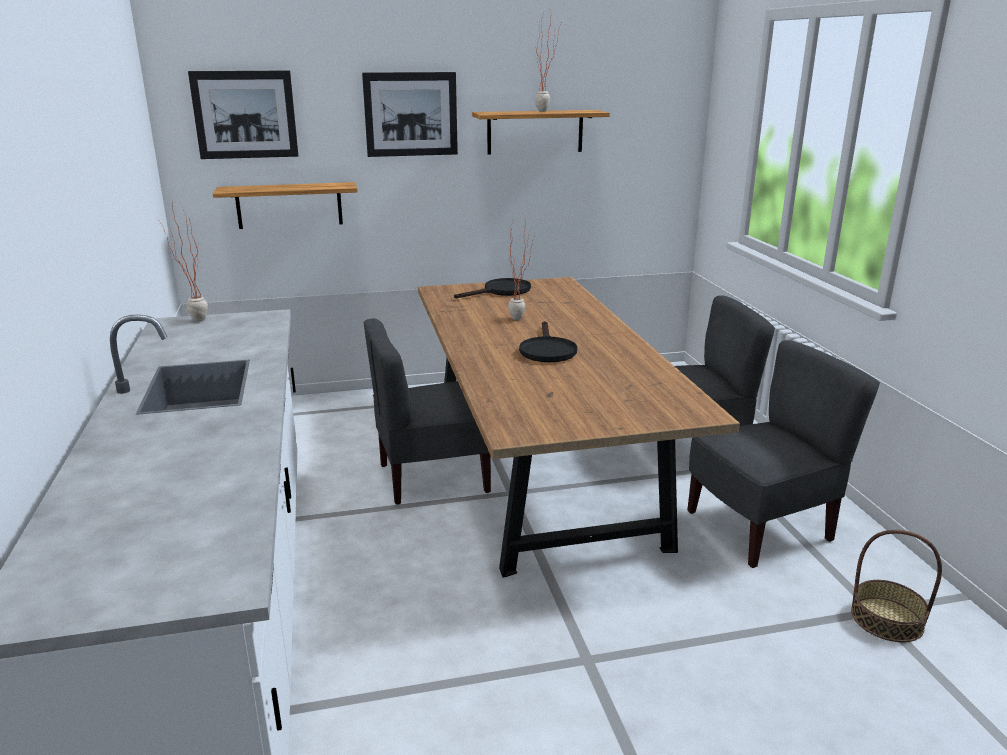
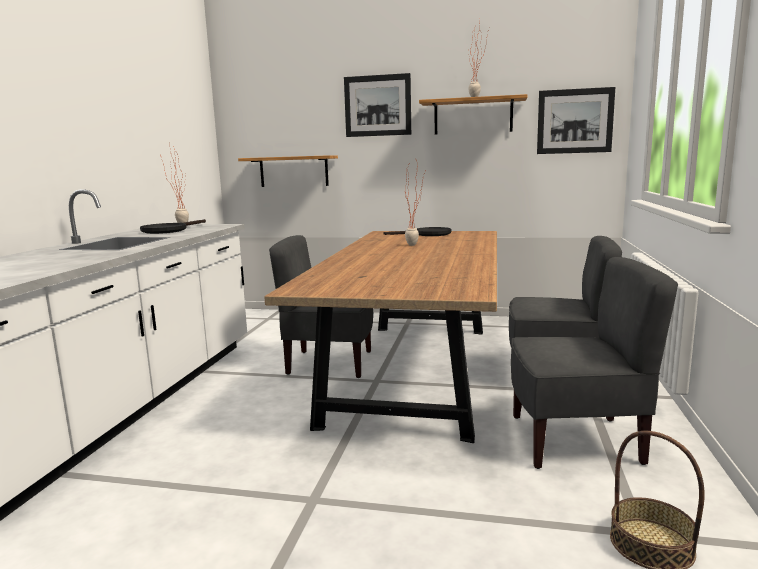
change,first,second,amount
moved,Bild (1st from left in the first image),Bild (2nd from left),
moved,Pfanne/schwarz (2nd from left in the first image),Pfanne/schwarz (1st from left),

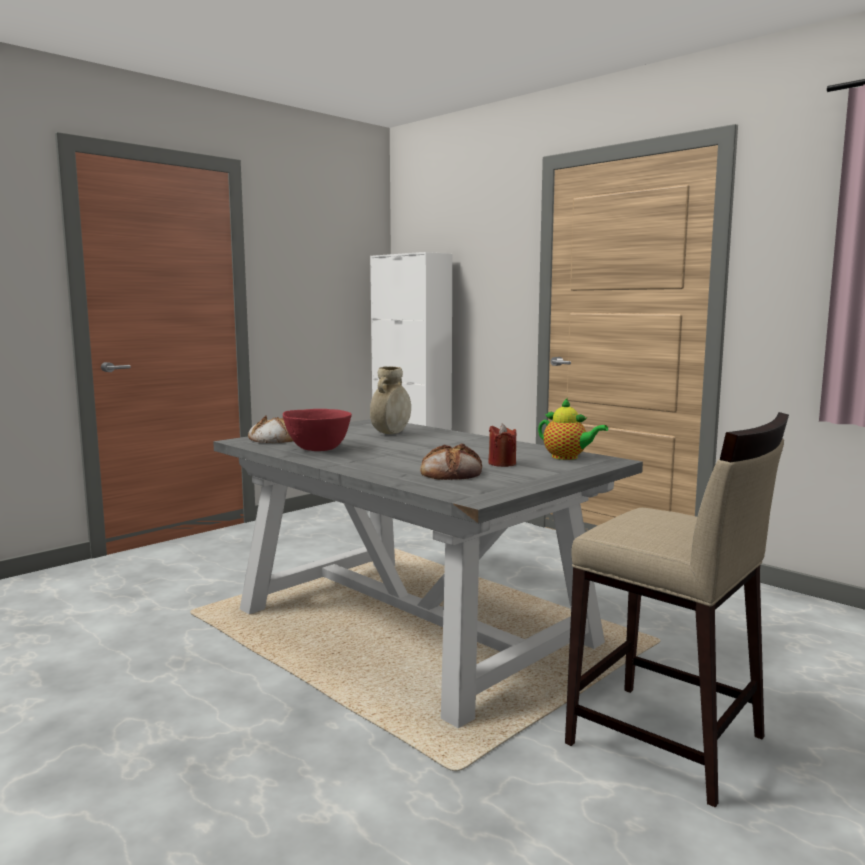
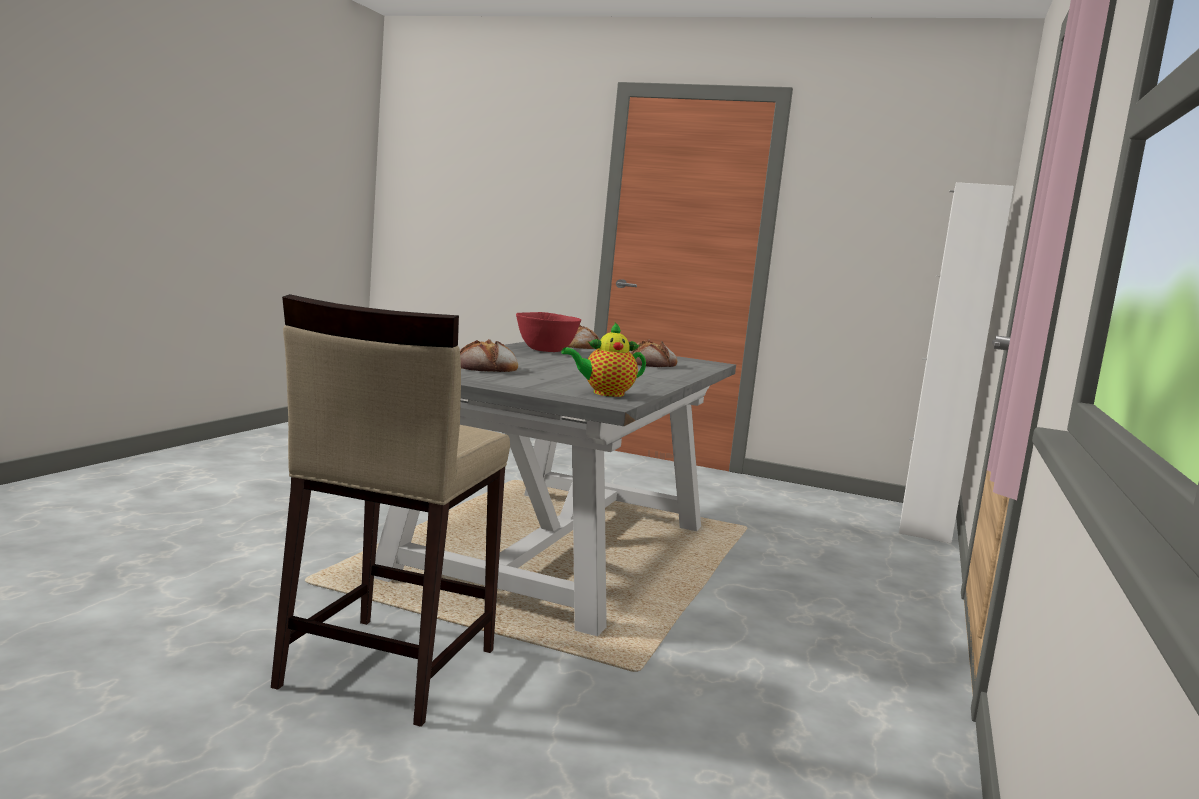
change,first,second,amount
replaced,Vase/beige,Brot (3rd from left),
removed,Kerze/rot,,
turned,Teekanne,,60 degrees clockwise

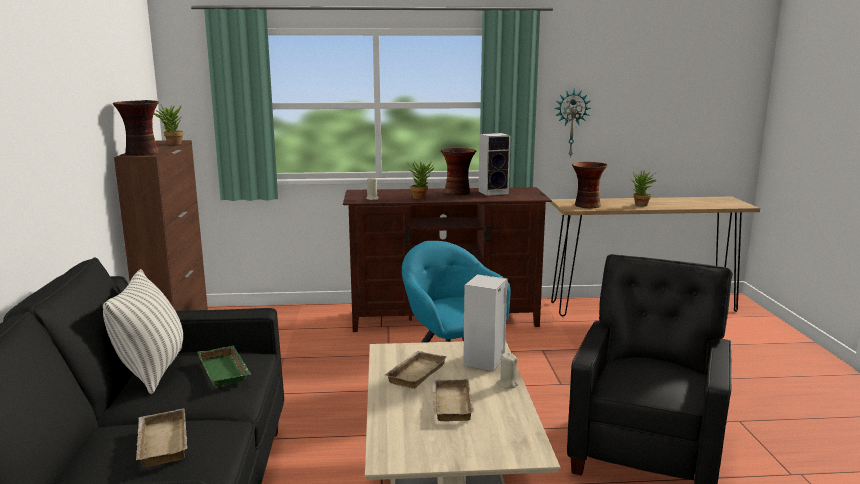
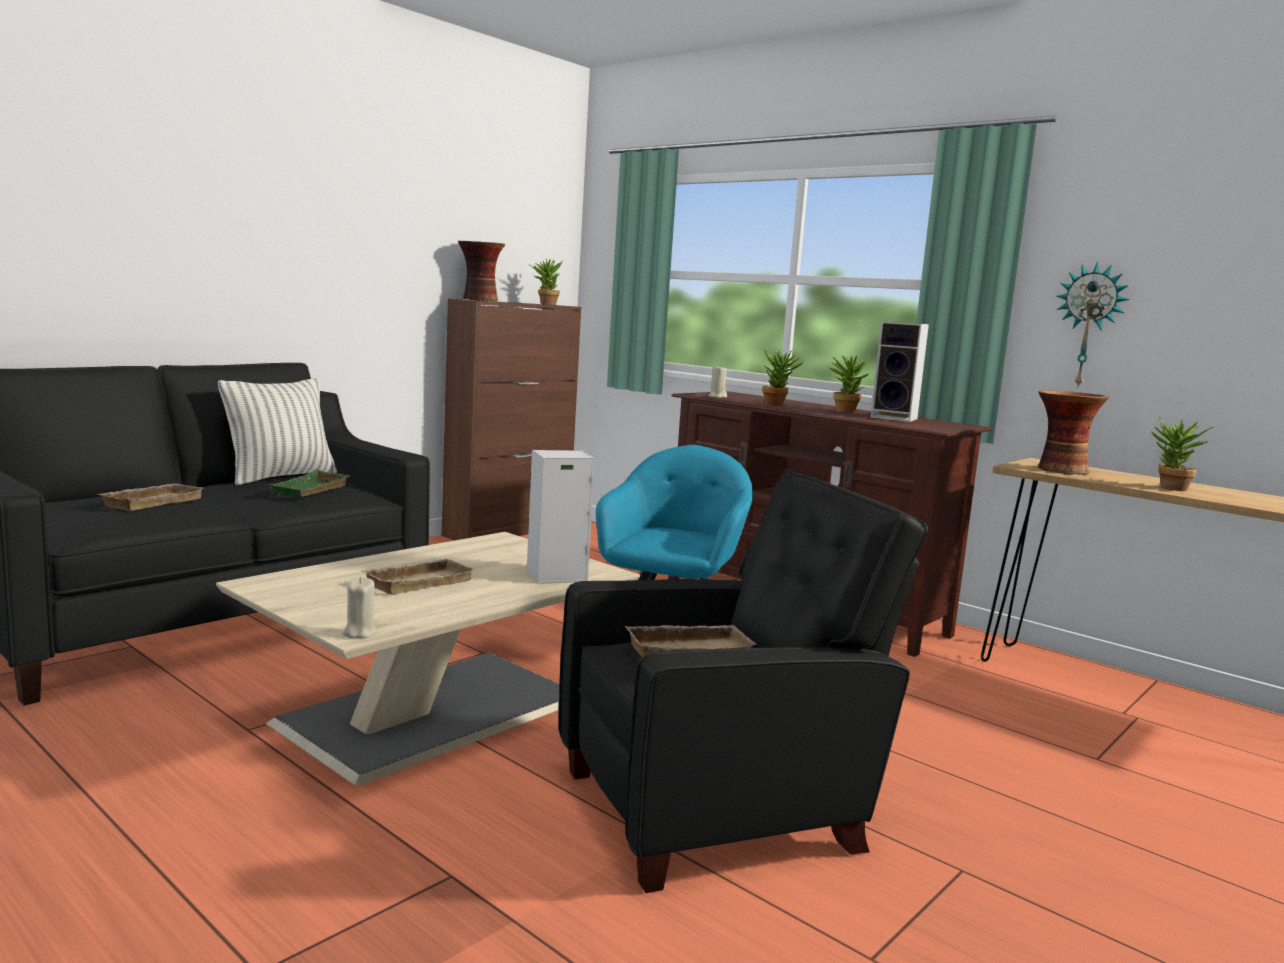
change,first,second,amount
moved,Tablett/beige (2nd from left in the first image),Tablett/beige (3rd from left),
replaced,Vase (2nd from left),Topfpflanze (3rd from left),
moved,Kerze/beige (2nd from left in the first image),Kerze/beige (1st from left),

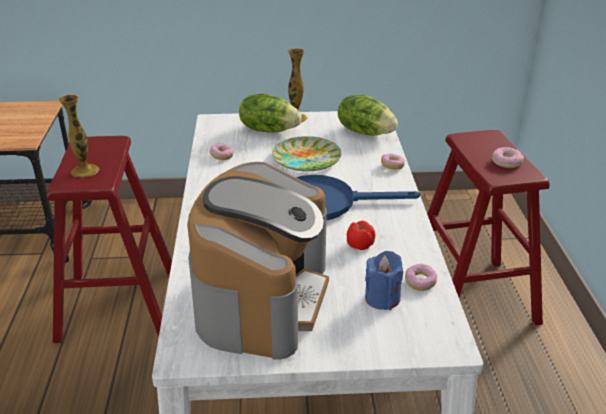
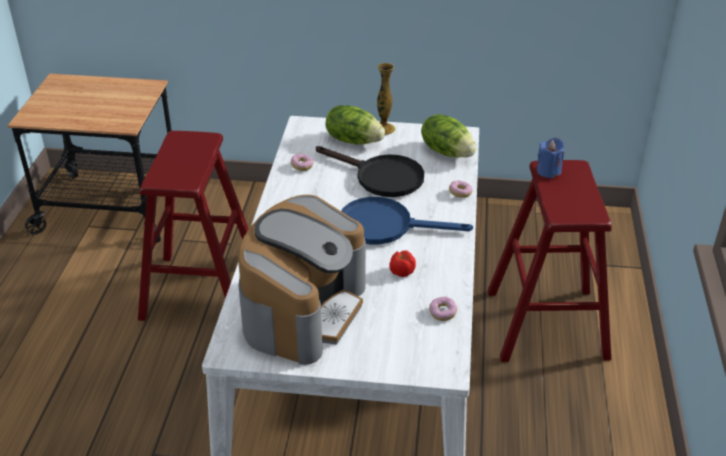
change,first,second,amount
removed,Vase (1st from left),,
replaced,Teller,Pfanne/schwarz,
moved,Kerze/blau,,
removed,Donut (4th from left),,

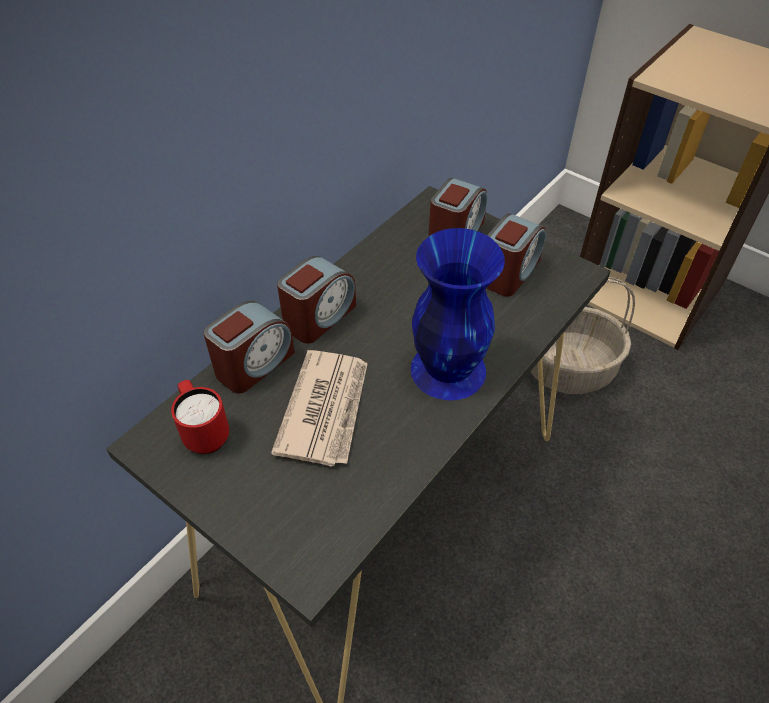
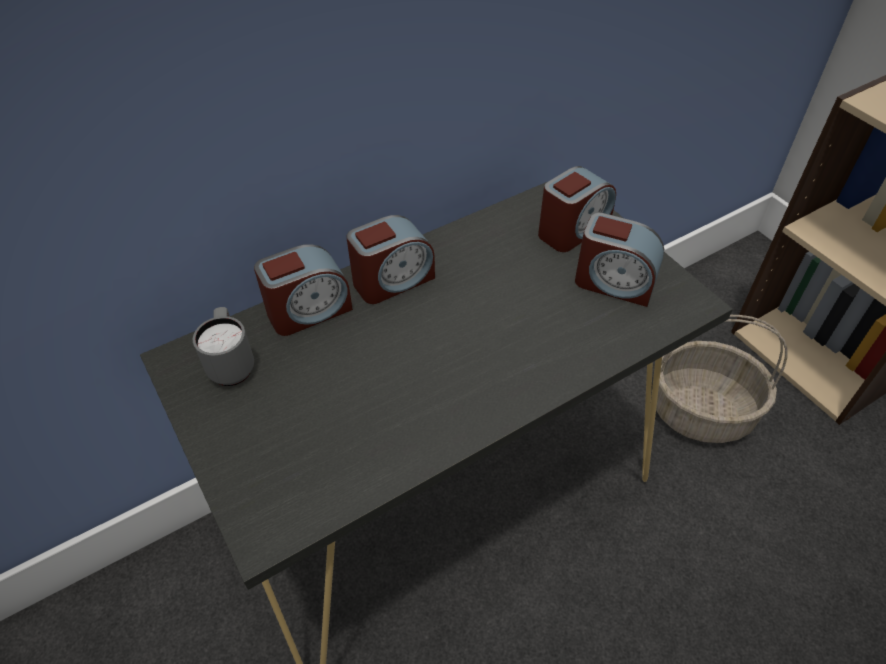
change,first,second,amount
recoloured,Henkelbecher/rot,Henkelbecher/grau,
removed,Zeitung,,
removed,Vase/blau,,
turned,Wecker (4th from left),,60 degrees clockwise

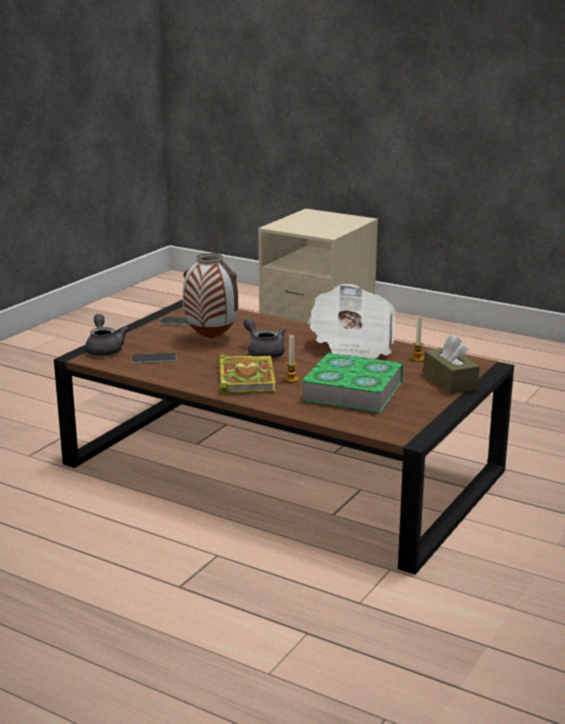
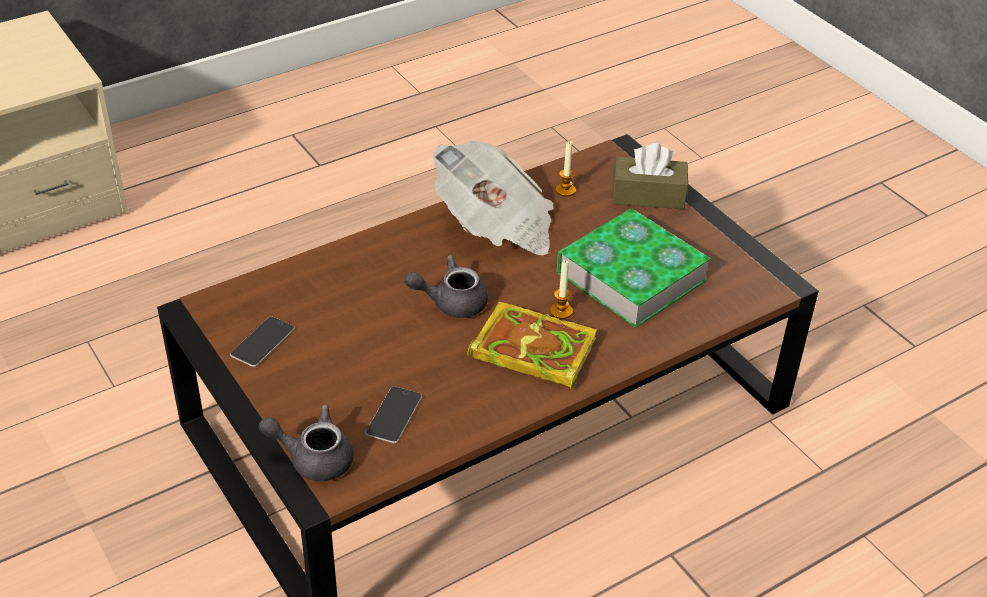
change,first,second,amount
removed,Vase,,

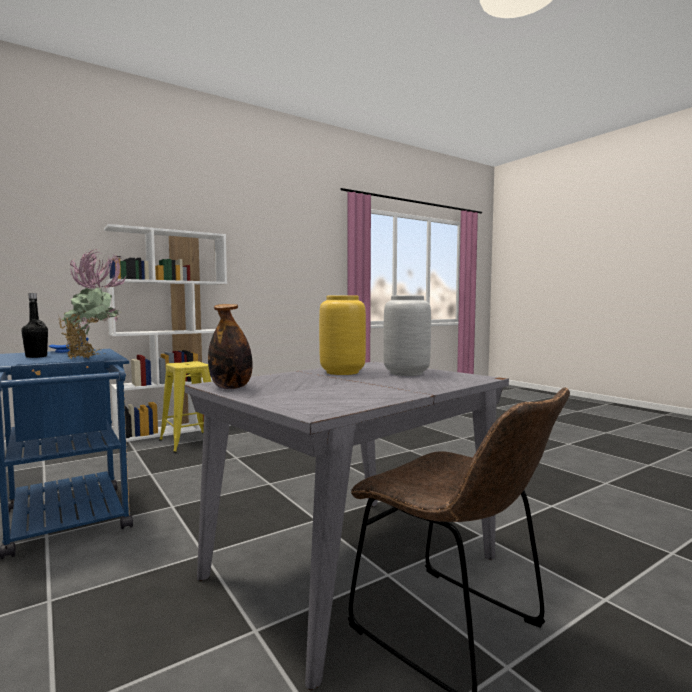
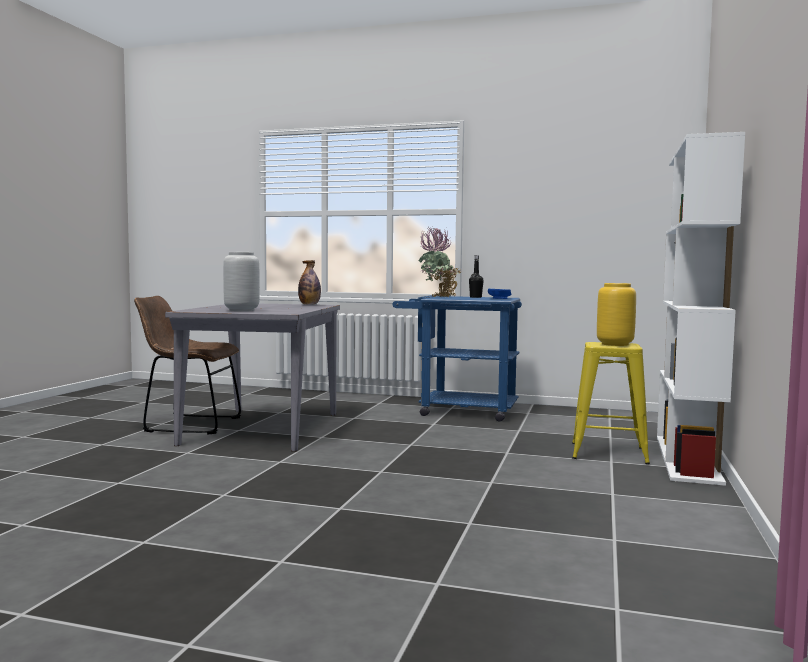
change,first,second,amount
moved,Vase/gelb,,

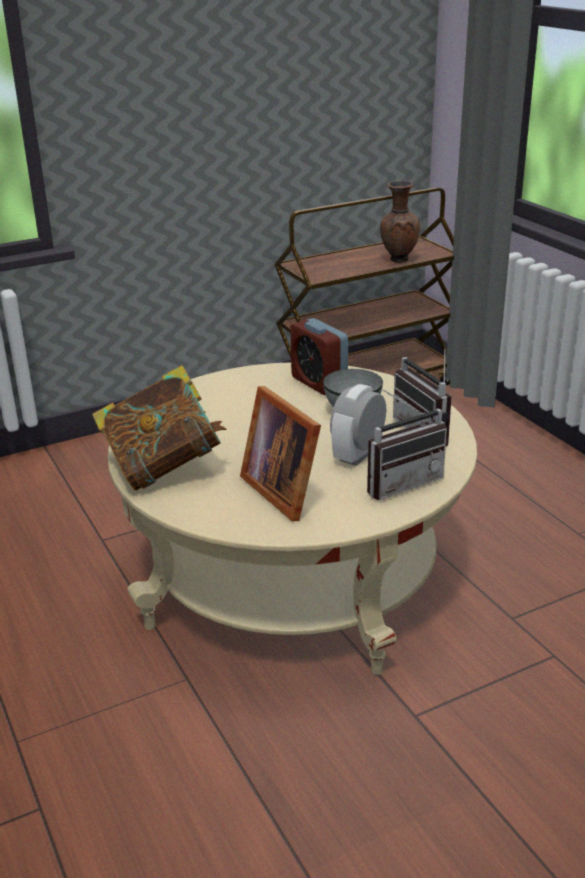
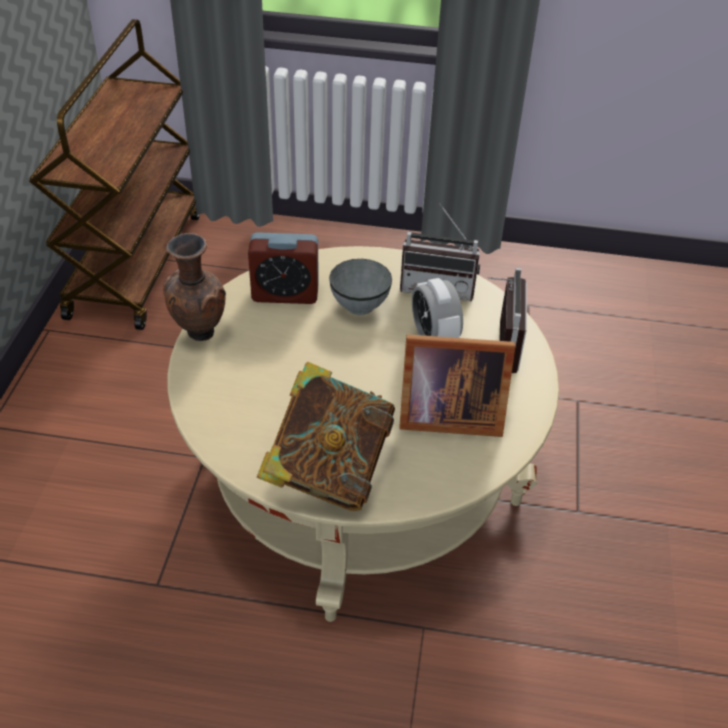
change,first,second,amount
moved,Vase/braun,,

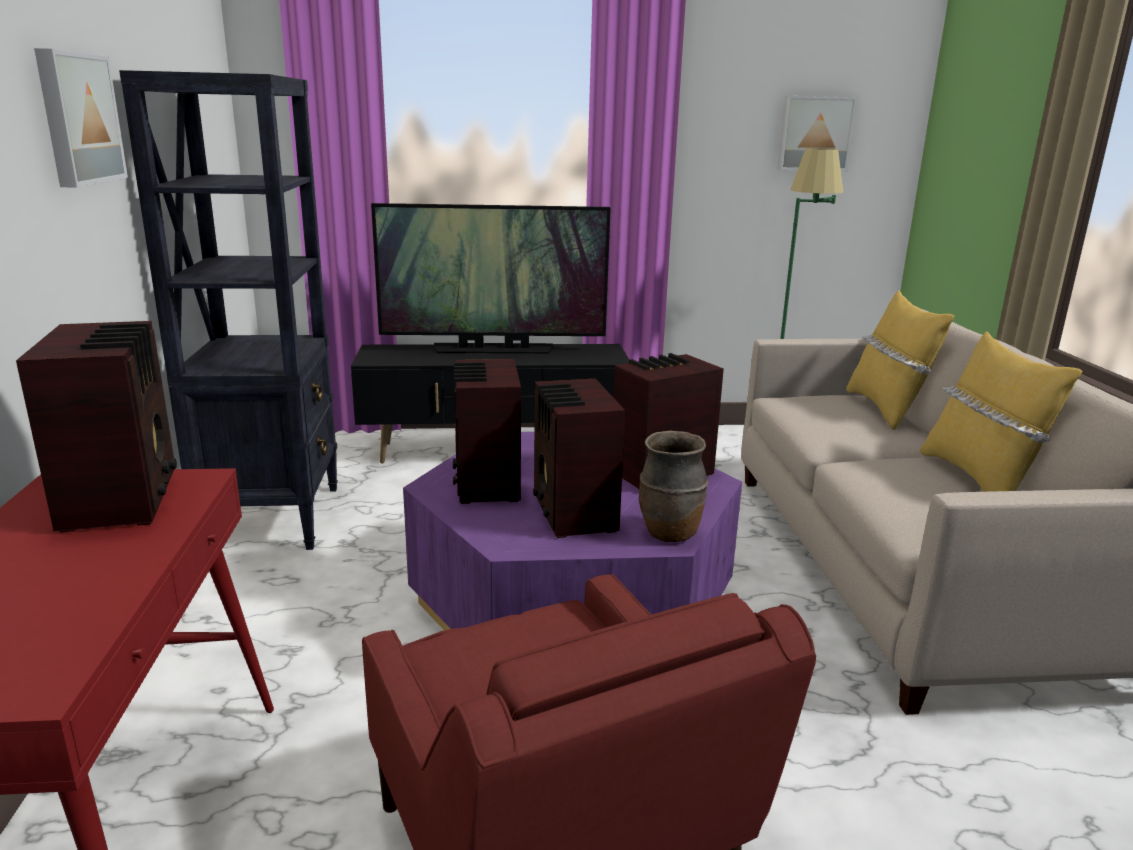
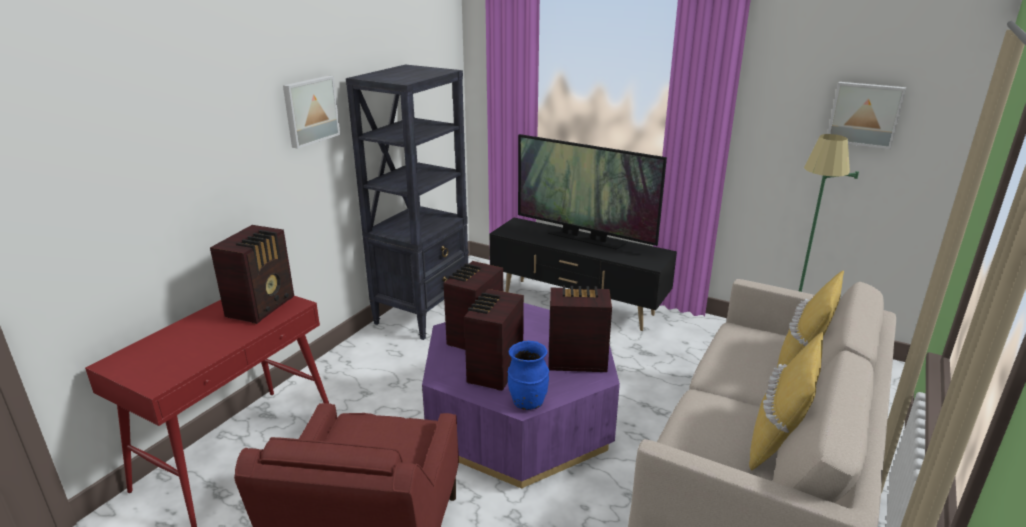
change,first,second,amount
recoloured,Vase/braun,Vase/blau,

